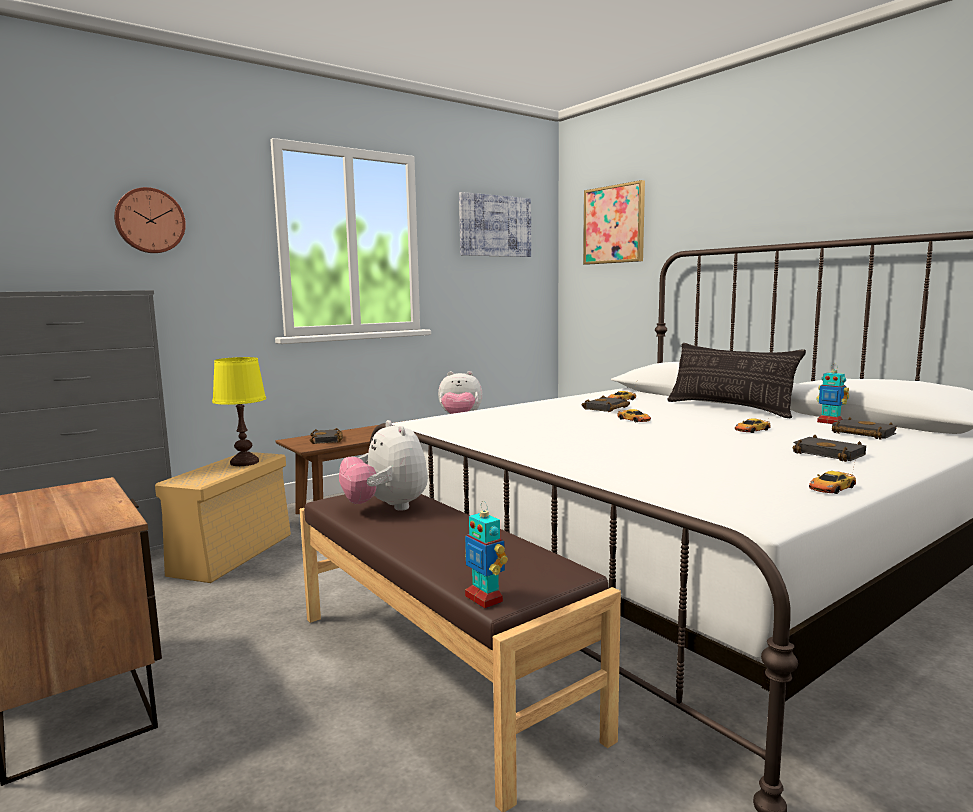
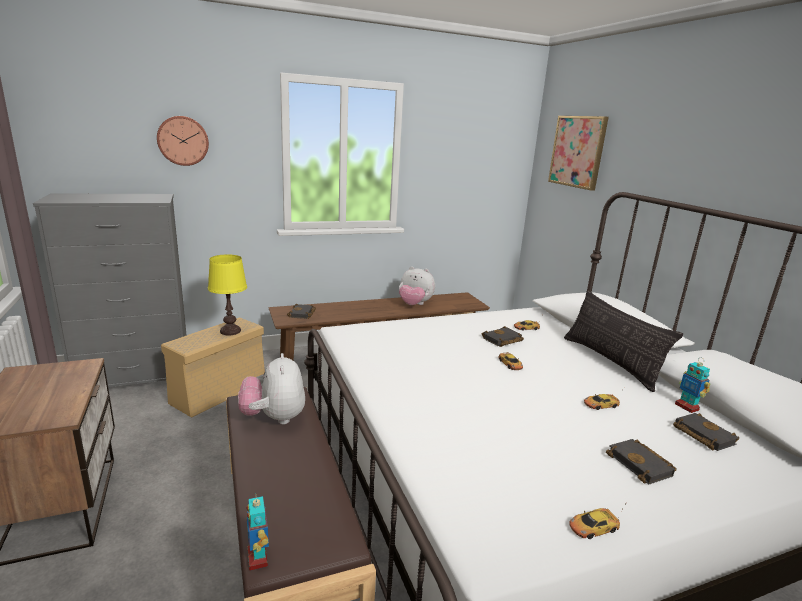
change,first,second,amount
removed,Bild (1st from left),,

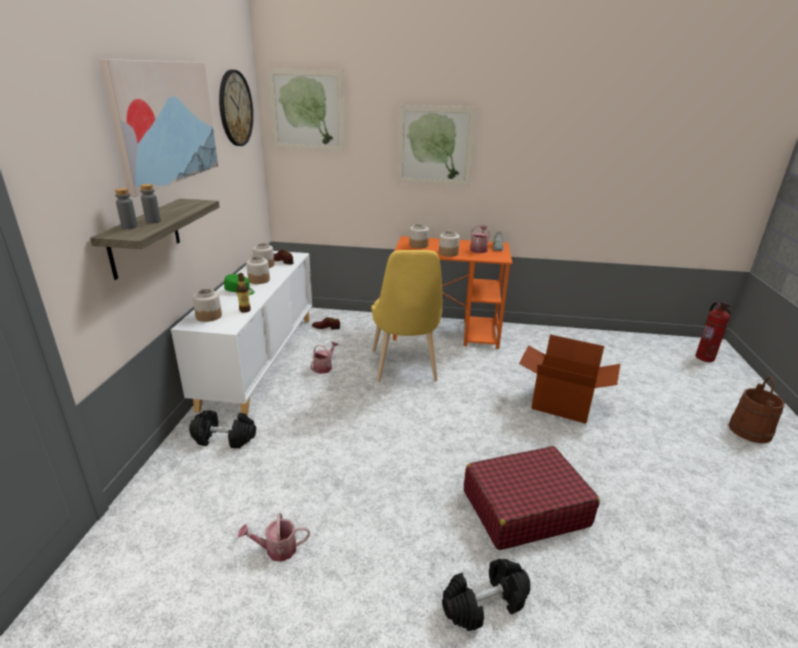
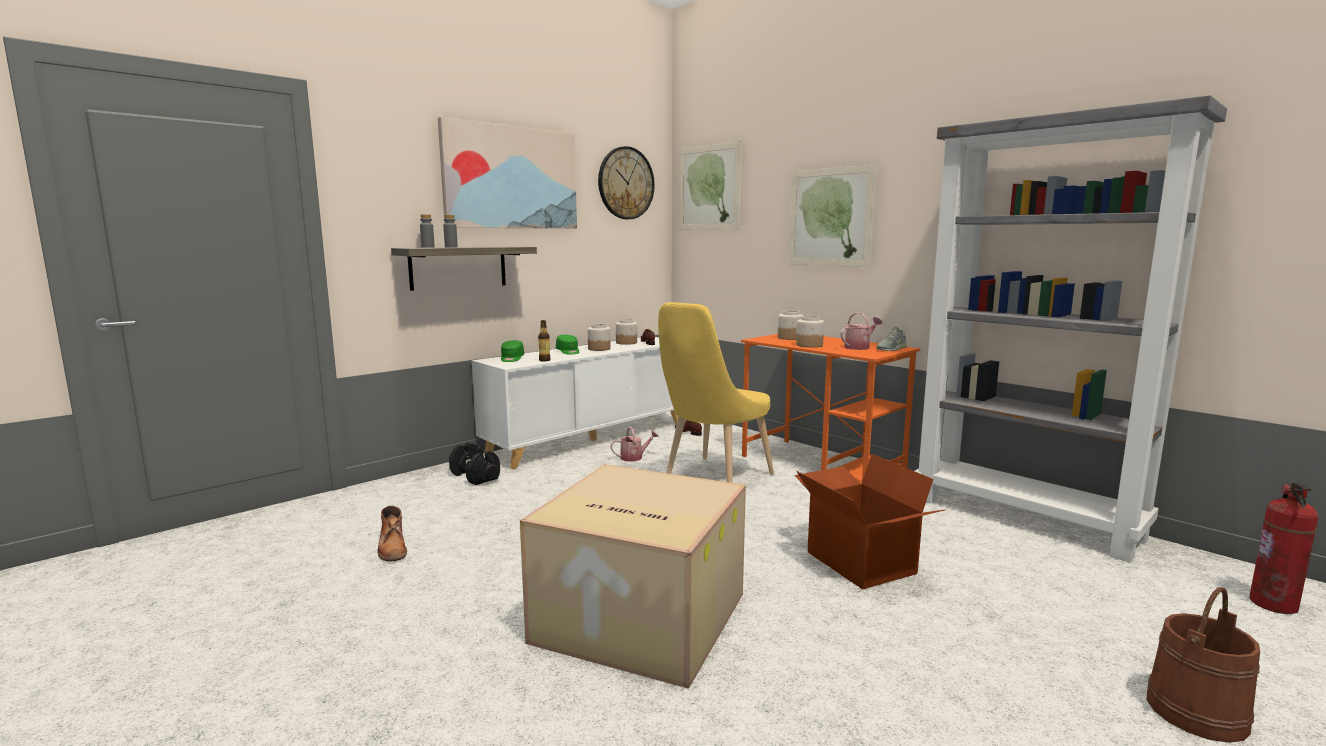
change,first,second,amount
replaced,Vorratsglas (1st from left),Kappe/grün (1st from left),
replaced,Gießkanne (1st from left),Stiefel/braun,
removed,Hantel/schwarz (2nd from left),,
replaced,Koffer/rot,Karton (1st from left),
added,,Bücherregal/grau,

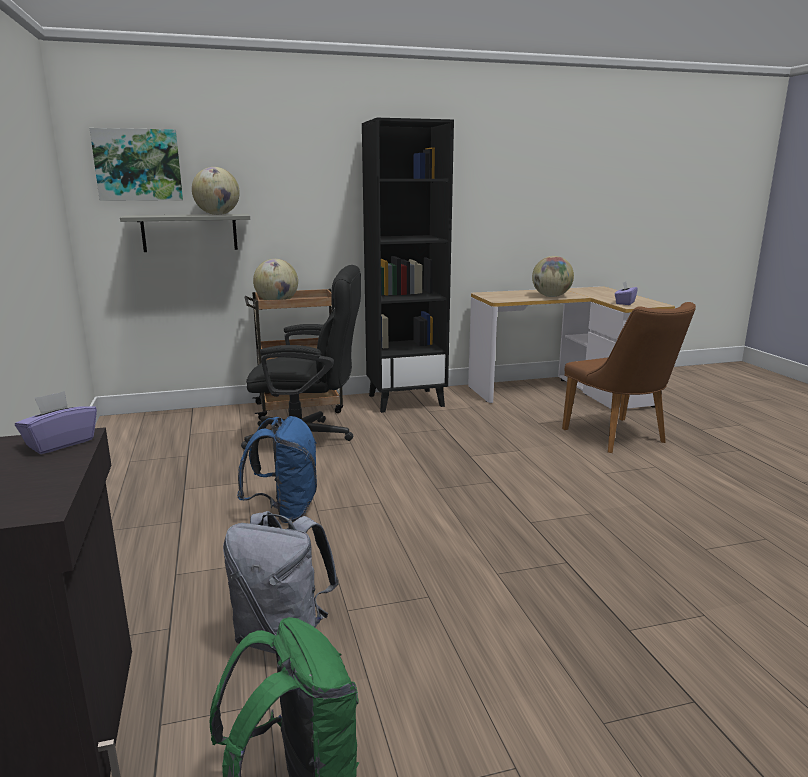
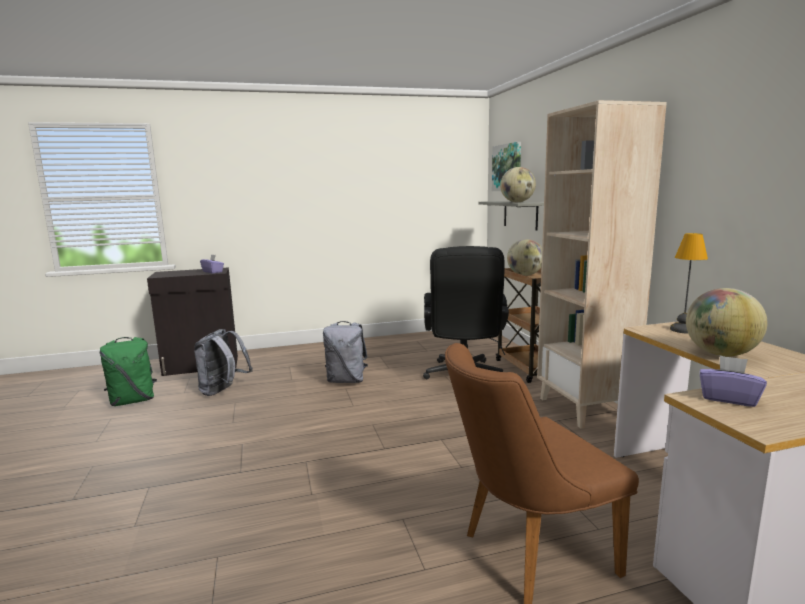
change,first,second,amount
recoloured,Rucksack/blau,Rucksack/grau (2nd from left),
recoloured,Bücherregal/schwarz,Bücherregal/beige,
added,,Tischlampe,

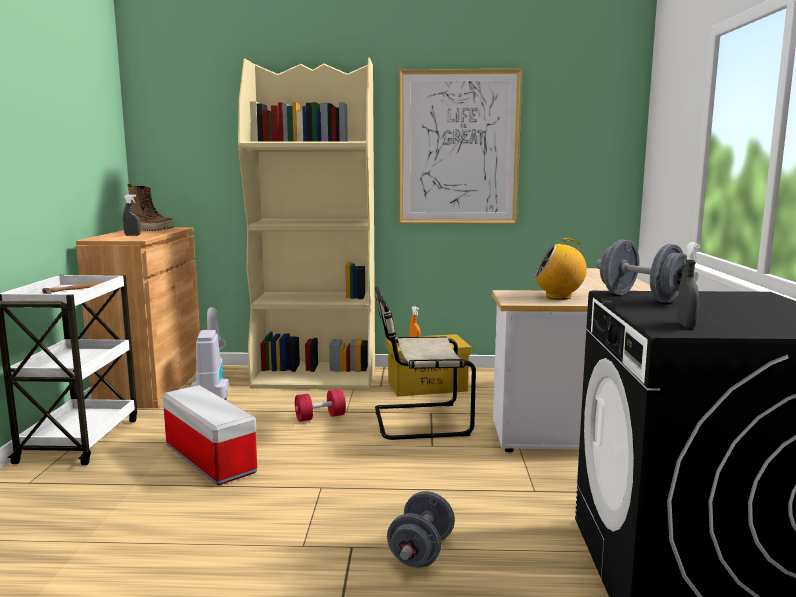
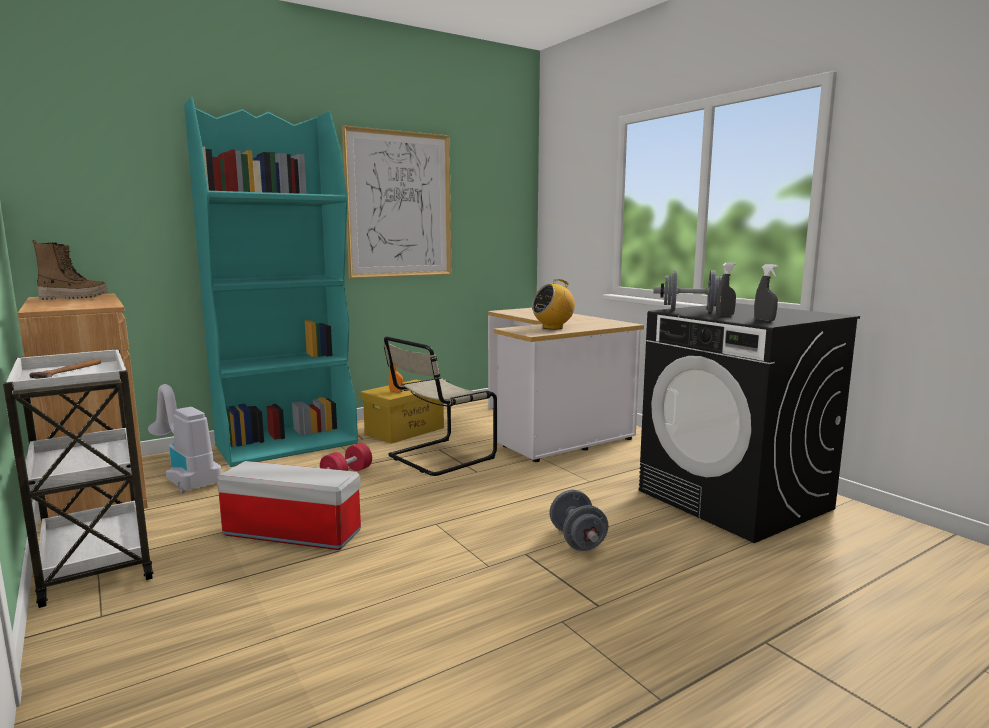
change,first,second,amount
moved,Sprühflasche/grau (1st from left),,
recoloured,Bücherregal/beige,Bücherregal/türkis,

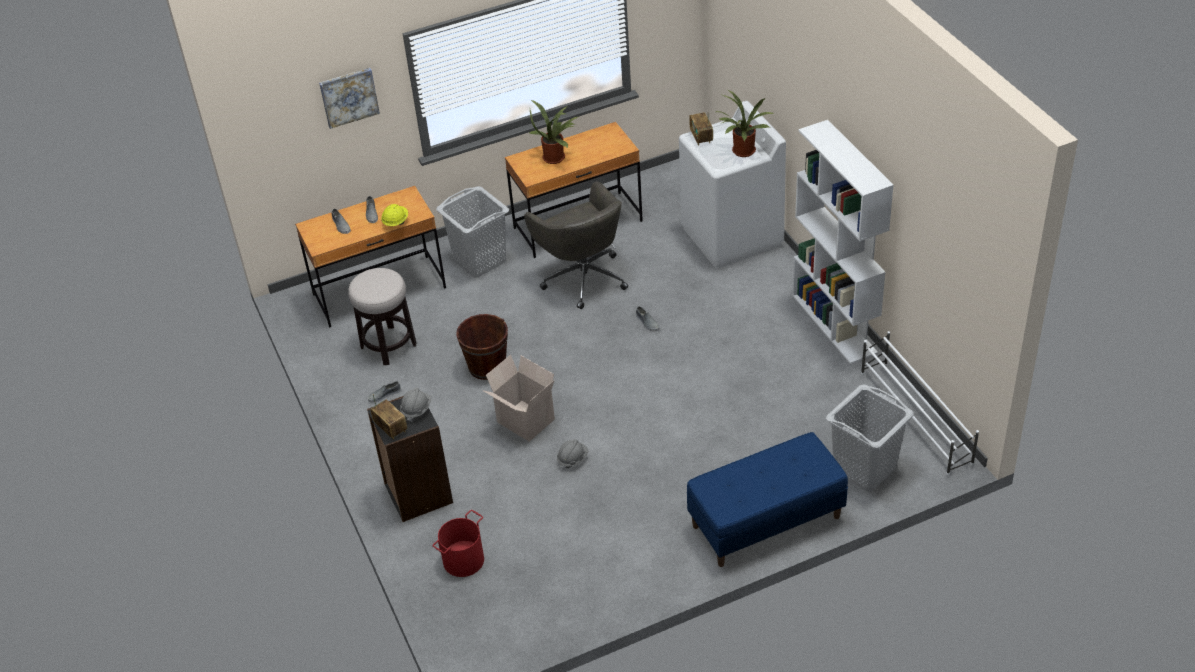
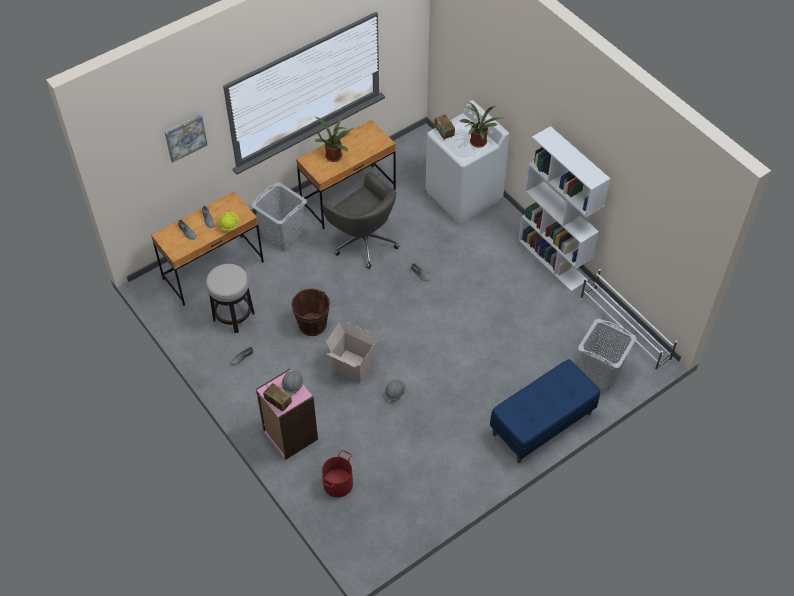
change,first,second,amount
recoloured,Bücherregal/schwarz,Bücherregal/rosa,

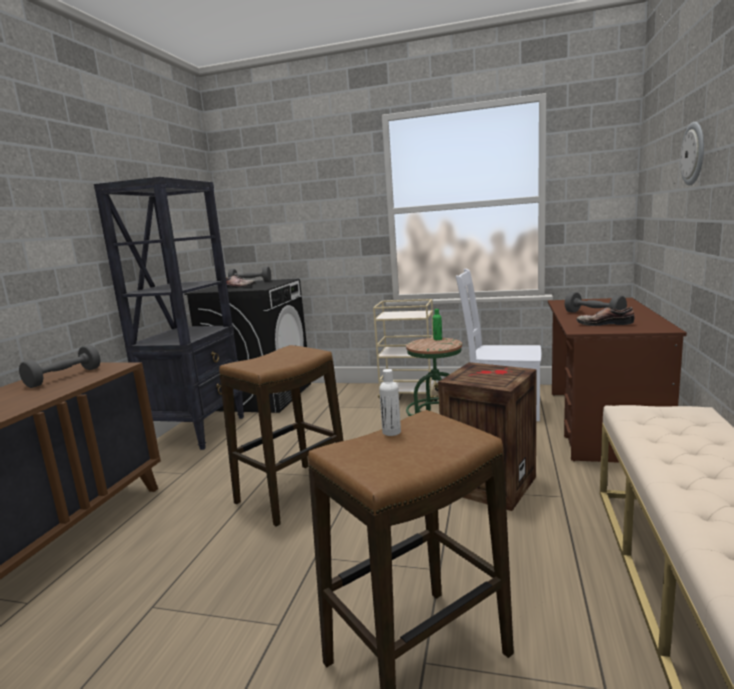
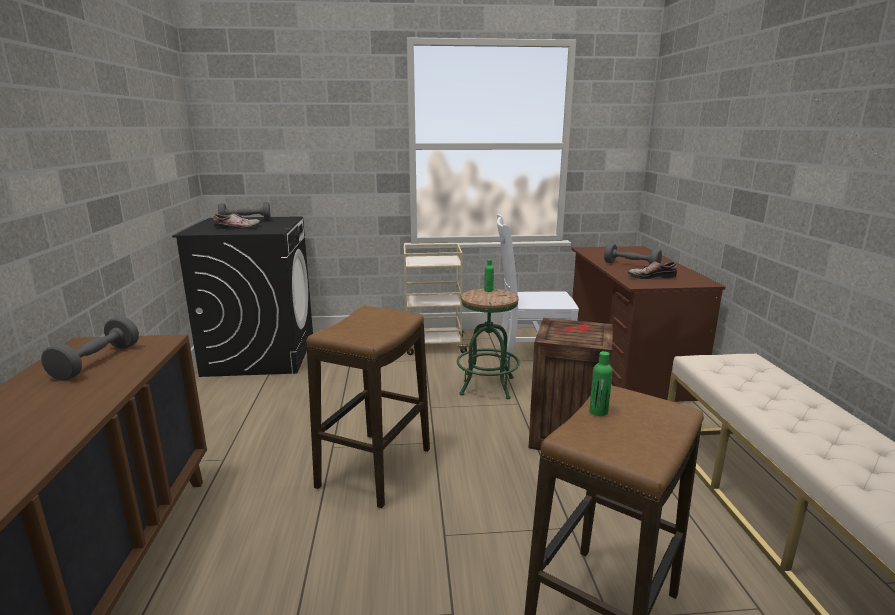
change,first,second,amount
removed,Bücherregal/schwarz,,
recoloured,Flasche/weiß,Flasche/grün (2nd from left),
removed,Wanduhr,,

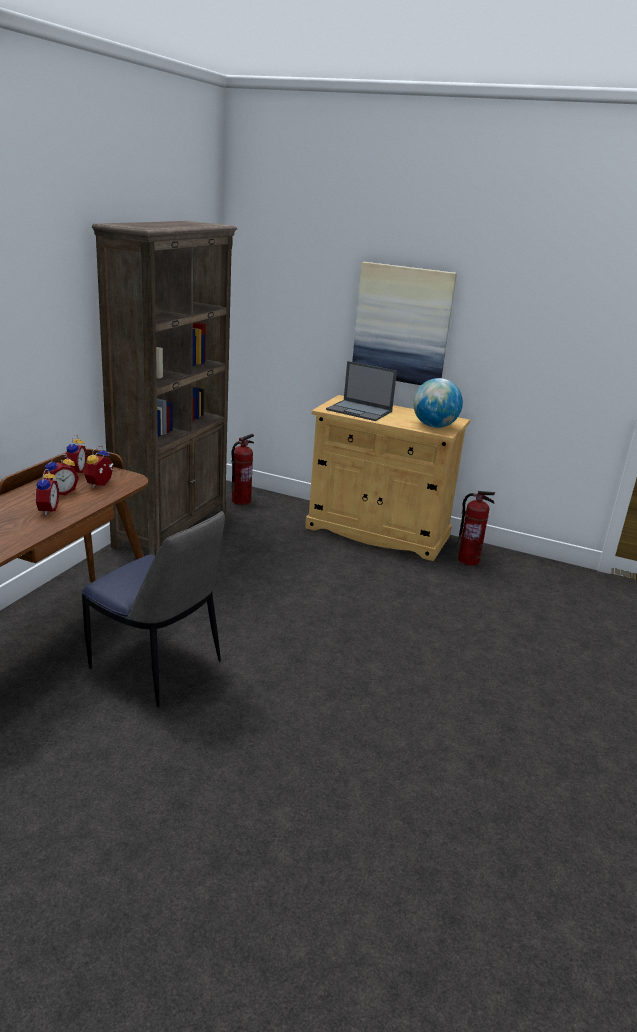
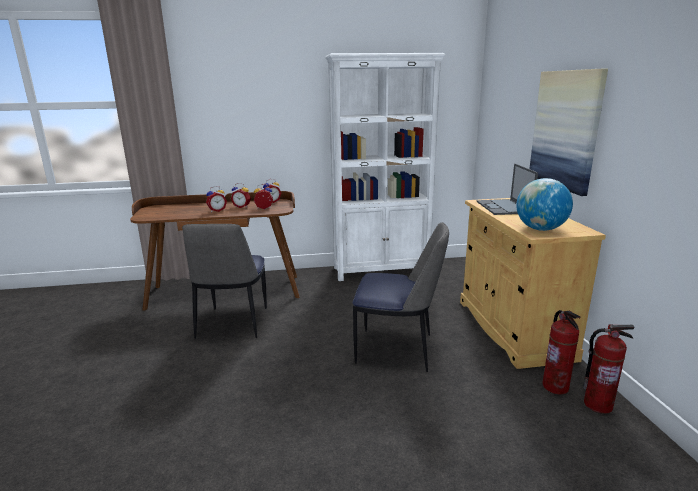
change,first,second,amount
recoloured,Bücherregal/braun,Bücherregal/weiß,
moved,Feuerlöscher (1st from left in the first image),Feuerlöscher (2nd from left),
added,,Stuhl (2nd from left),

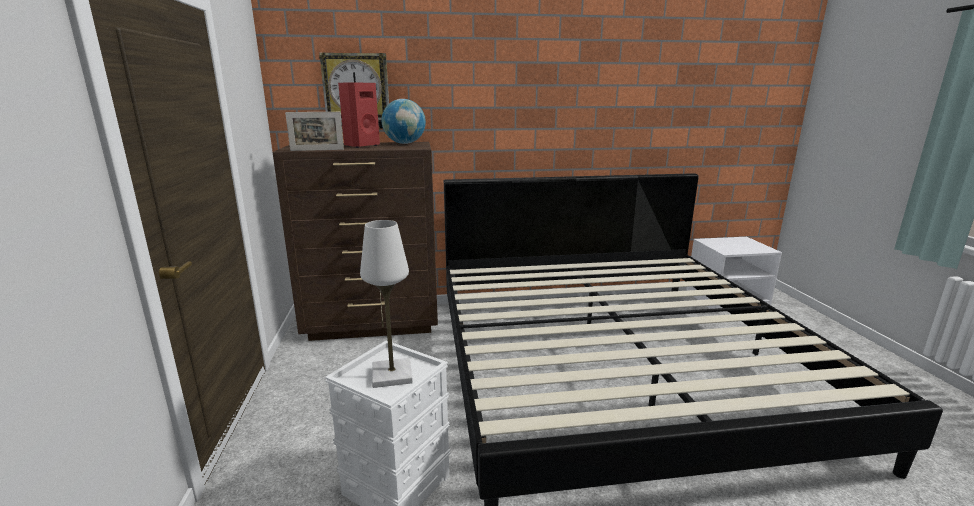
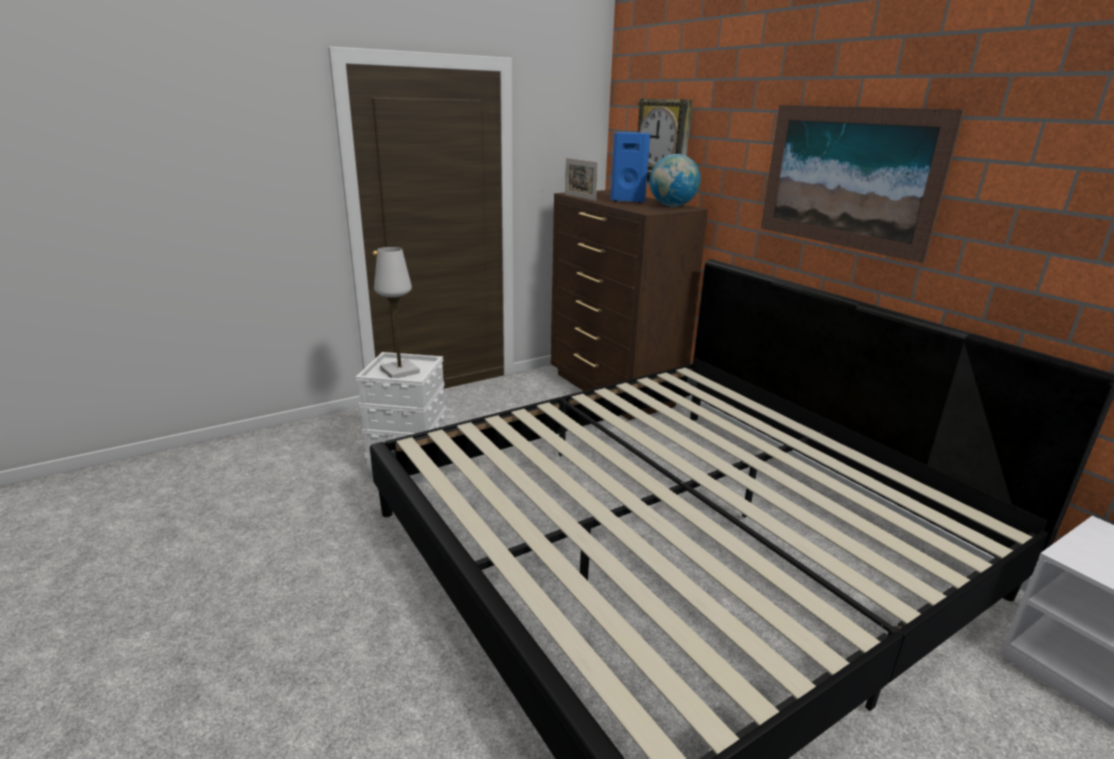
change,first,second,amount
recoloured,Lautsprecher/rot,Lautsprecher/blau,
added,,Bild,

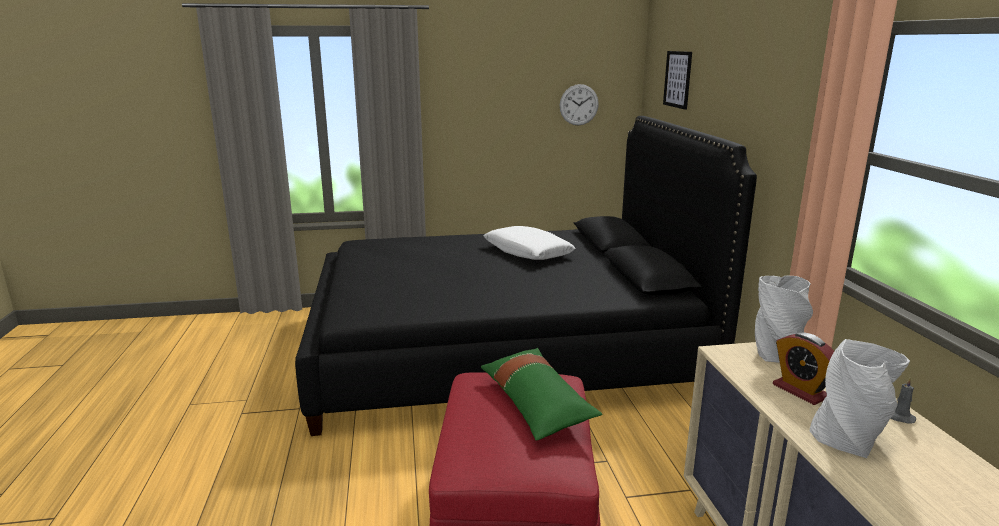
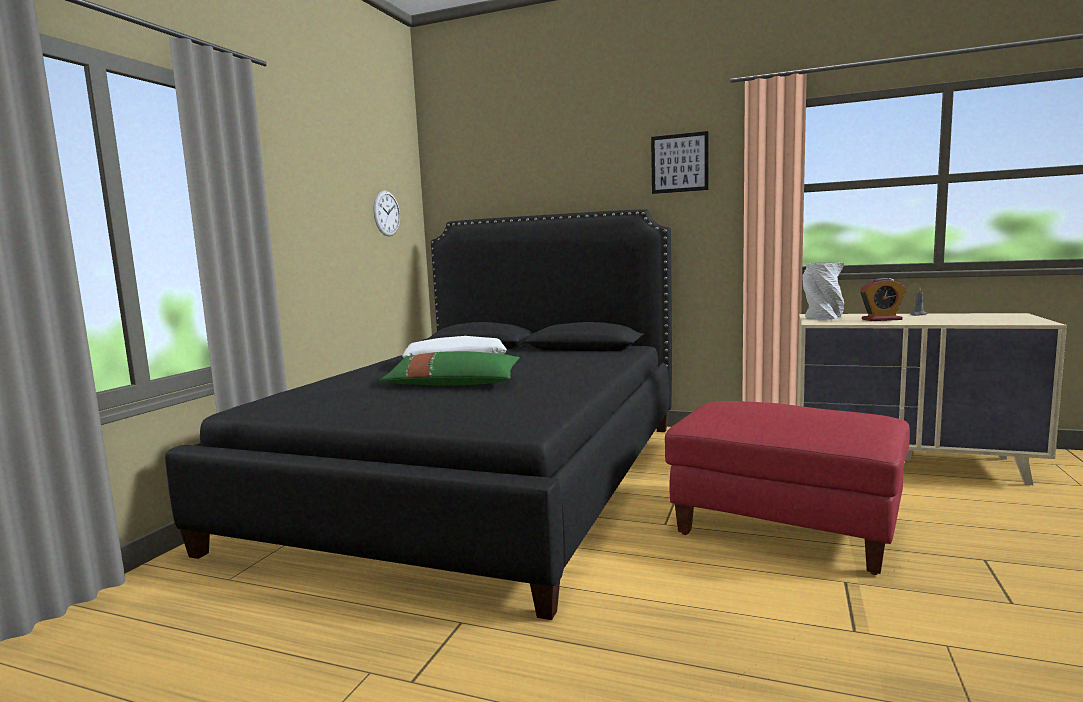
change,first,second,amount
moved,Kissen/grün,,
moved,Bild,,
removed,Vase/grau (2nd from left),,

